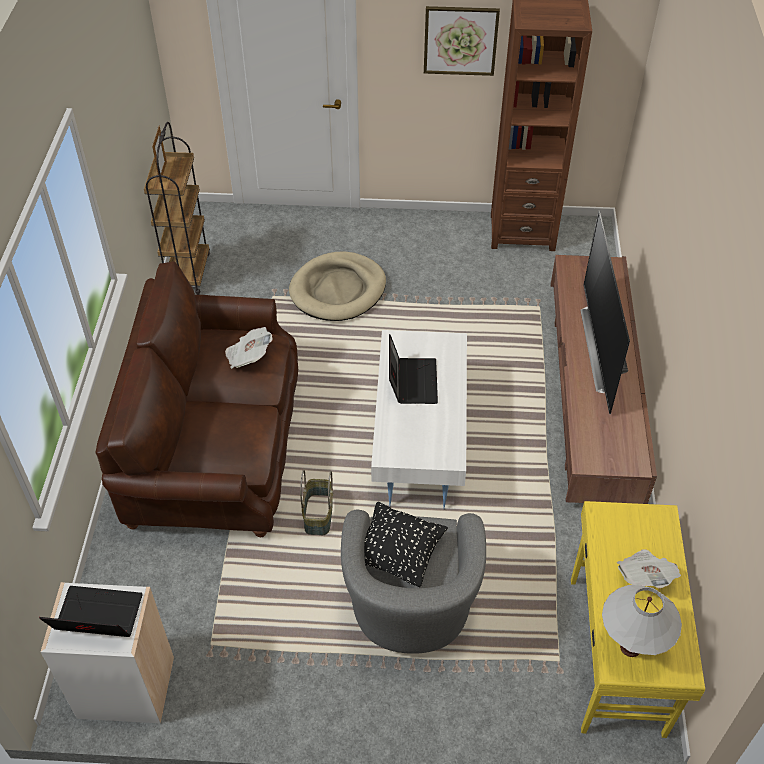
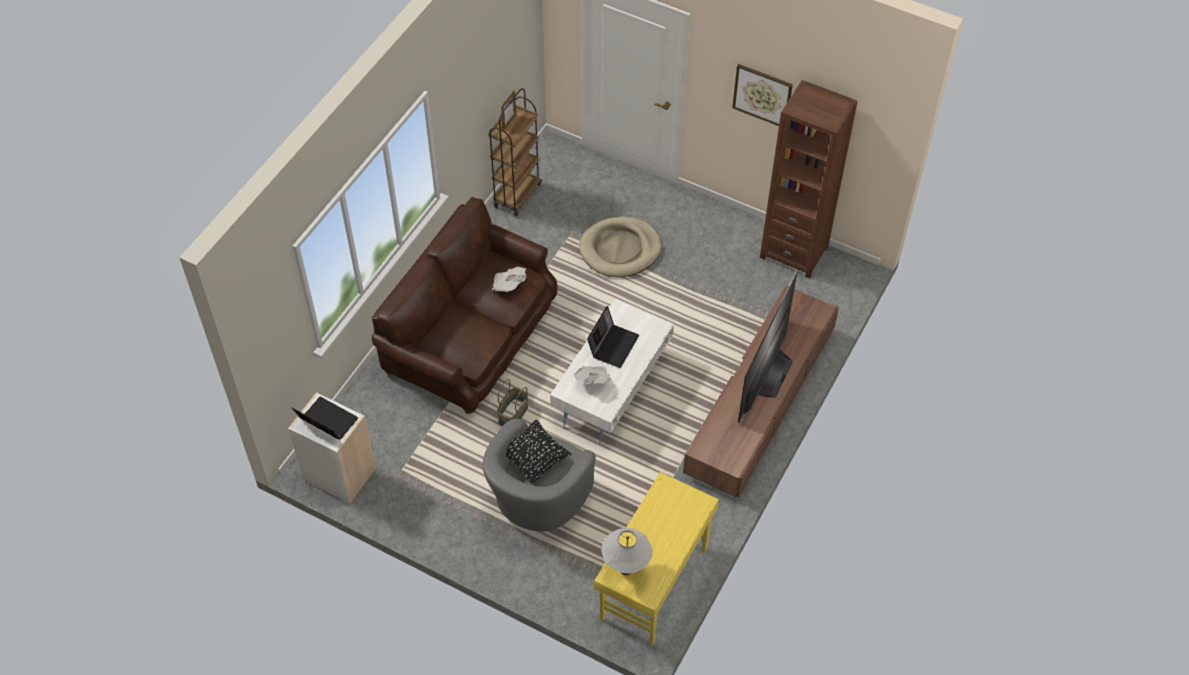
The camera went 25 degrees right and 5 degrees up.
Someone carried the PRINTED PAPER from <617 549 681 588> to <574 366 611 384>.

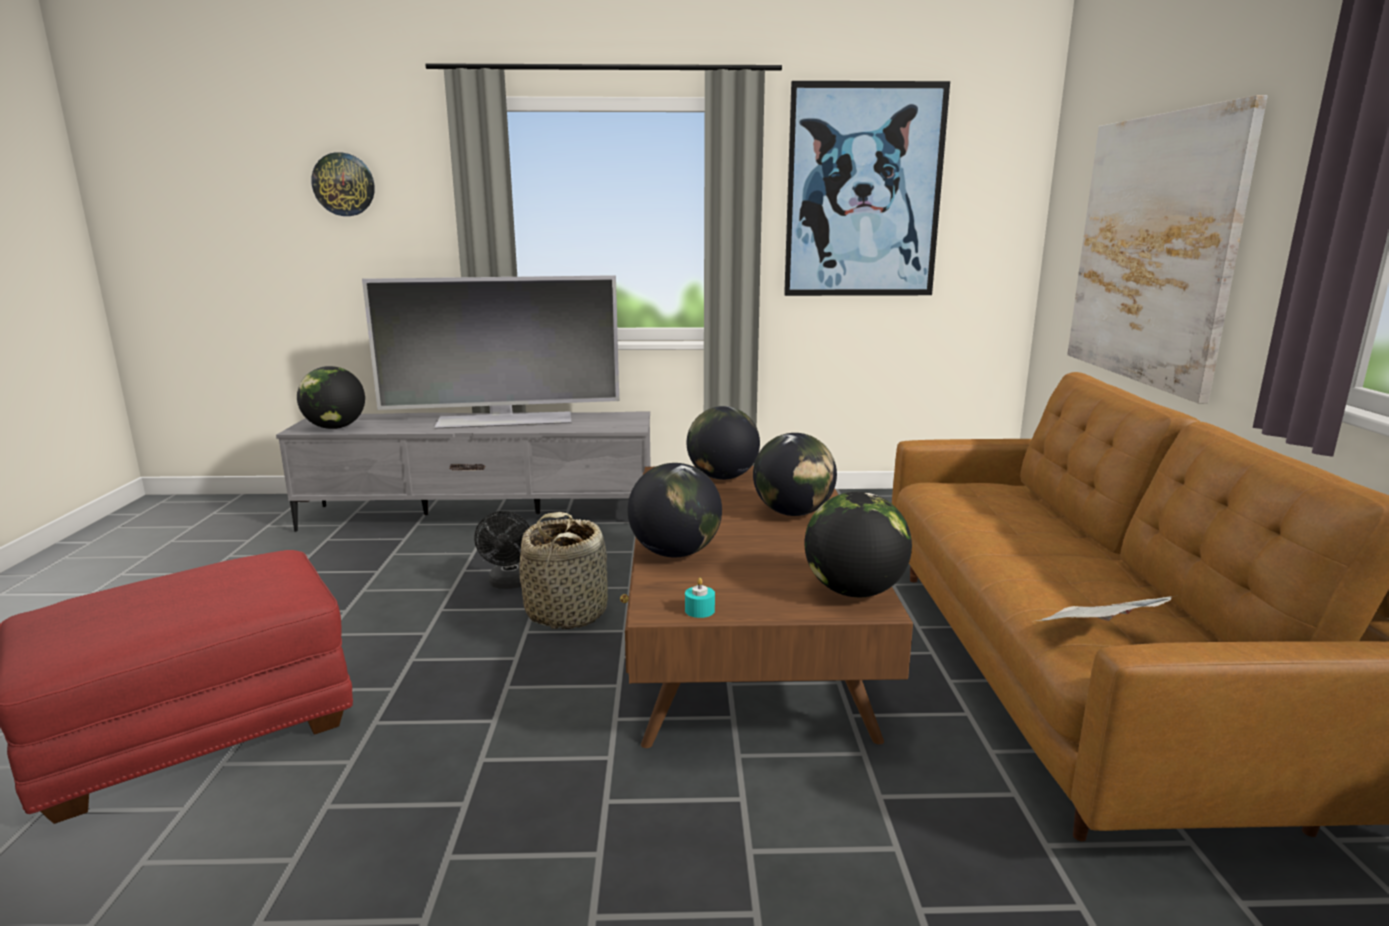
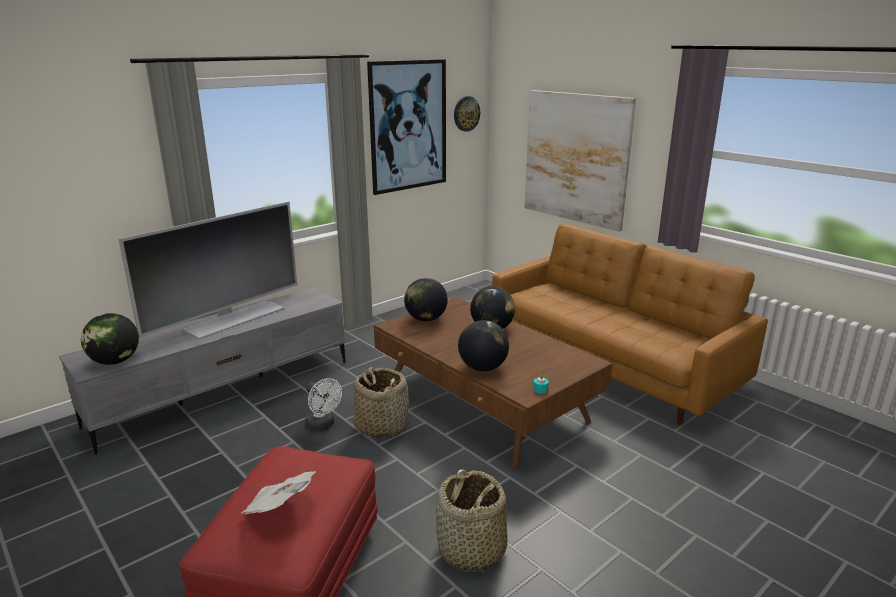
The camera went 40 degrees left and 5 degrees up.
Someone carried the WALL CLOCK from <311 152 375 216> to <454 96 480 132>.
Someone repainted the BLACK-COLOURED FAN at <474 511 530 589>, which became the WHITE-COLOURED FAN at <305 378 342 430>.
Someone took away the DESK GLOBE at <804 492 912 597>.
Someone carried the PRINTED PAPER from <1036 596 1173 621> to <240 471 316 514>.
Someone put down the BASKET at <436 469 508 573>.

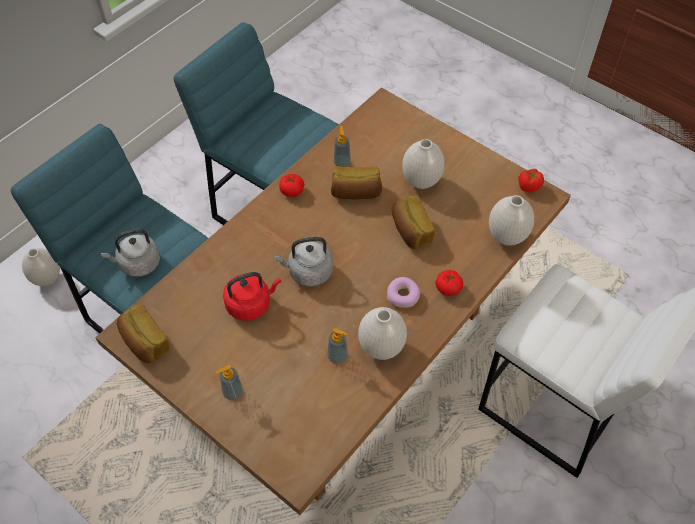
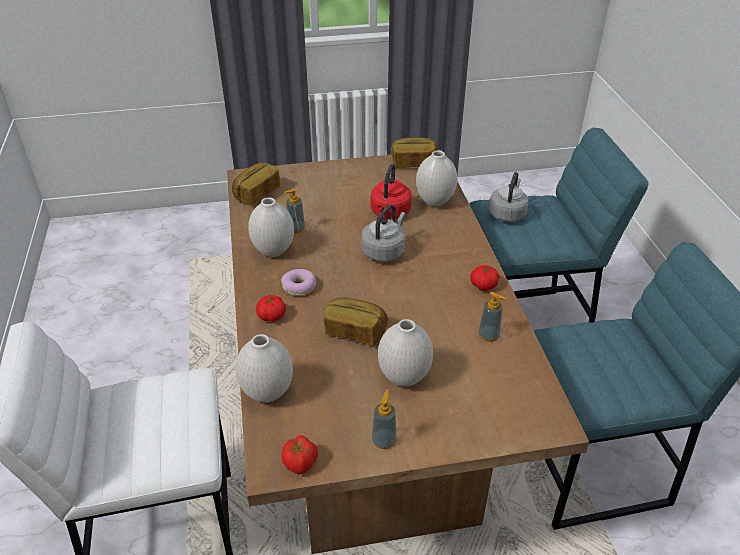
The camera went 130 degrees right and 15 degrees down.
Someone carried the WHITE-COLOURED VASE from <22 248 60 286> to <416 150 457 207>.
Someone carried the LIQUID SOAP BOTTLE from <216 365 243 400> to <372 389 396 449>.
Someone carried the BAKERY BREAD from <331 166 382 200> to <232 162 280 205>.

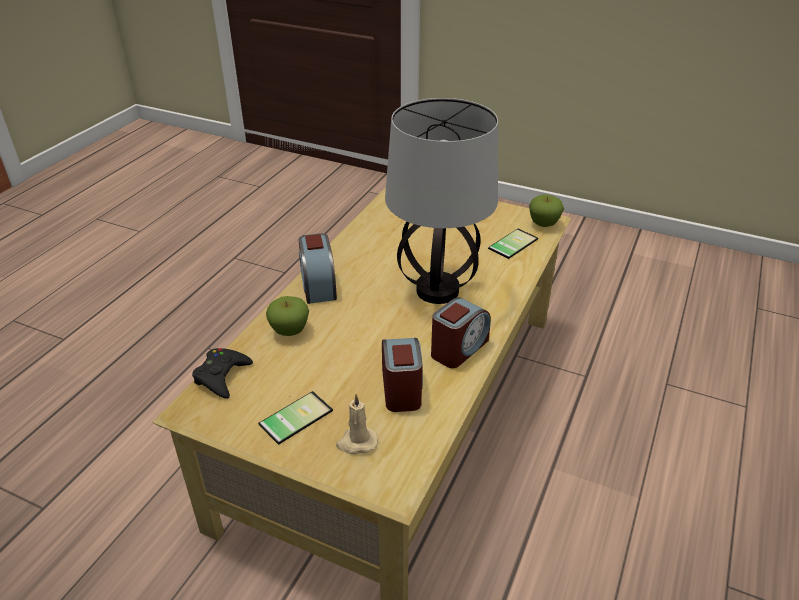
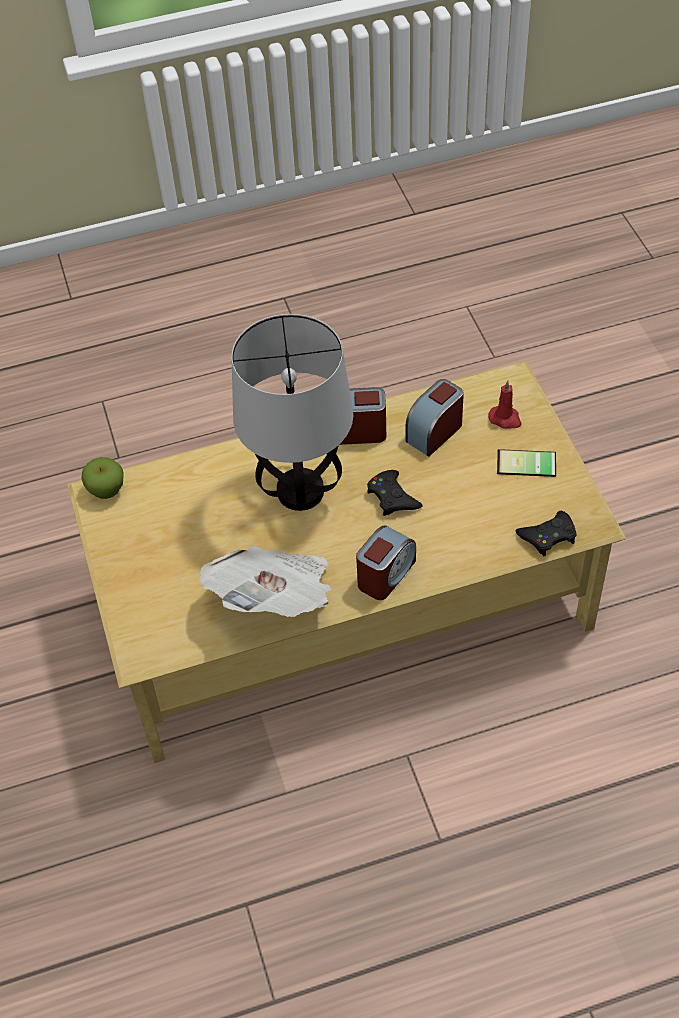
The camera went 130 degrees left and 15 degrees up.
Someone took away the APPLE at <266 296 309 336>.
Someone repainted the SAND-COLOURED WAX LIGHT at <336 394 378 454>, which became the RED-COLOURED WAX LIGHT at <488 380 522 429>.
Someone took away the PHONE at <488 229 538 259>.
Someone put down the PRINTED PAPER at <200 545 332 617>.
Someone put down the BLACK-COLOURED GAMEPAD at <367 470 423 516>.

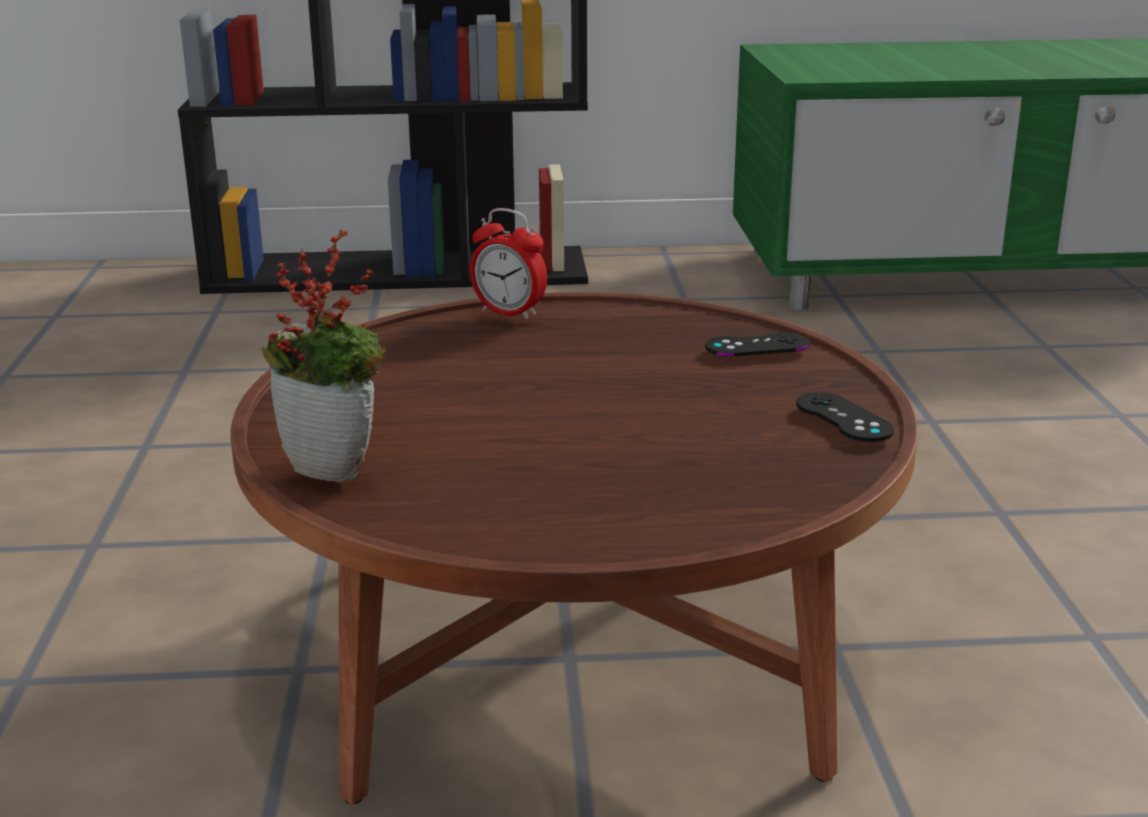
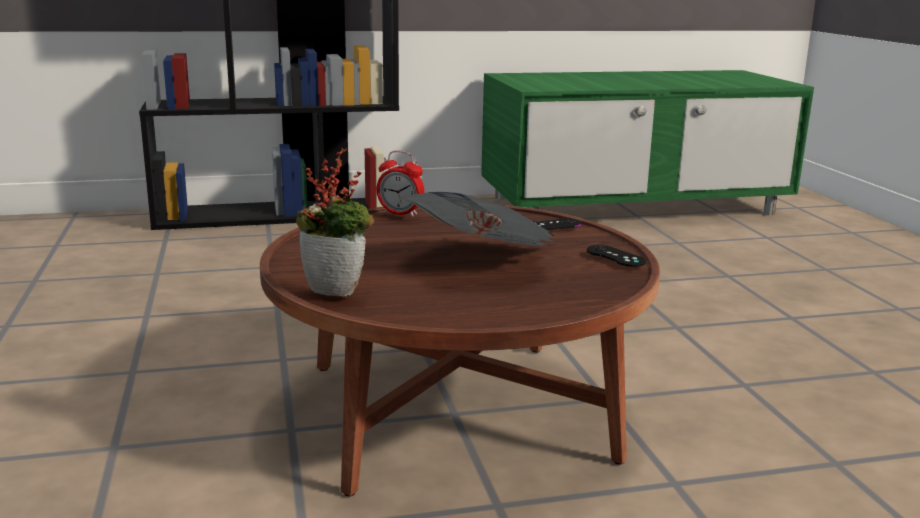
The camera went 10 degrees left and 5 degrees down.
Someone put down the PRINTED PAPER at <401 192 554 246>.

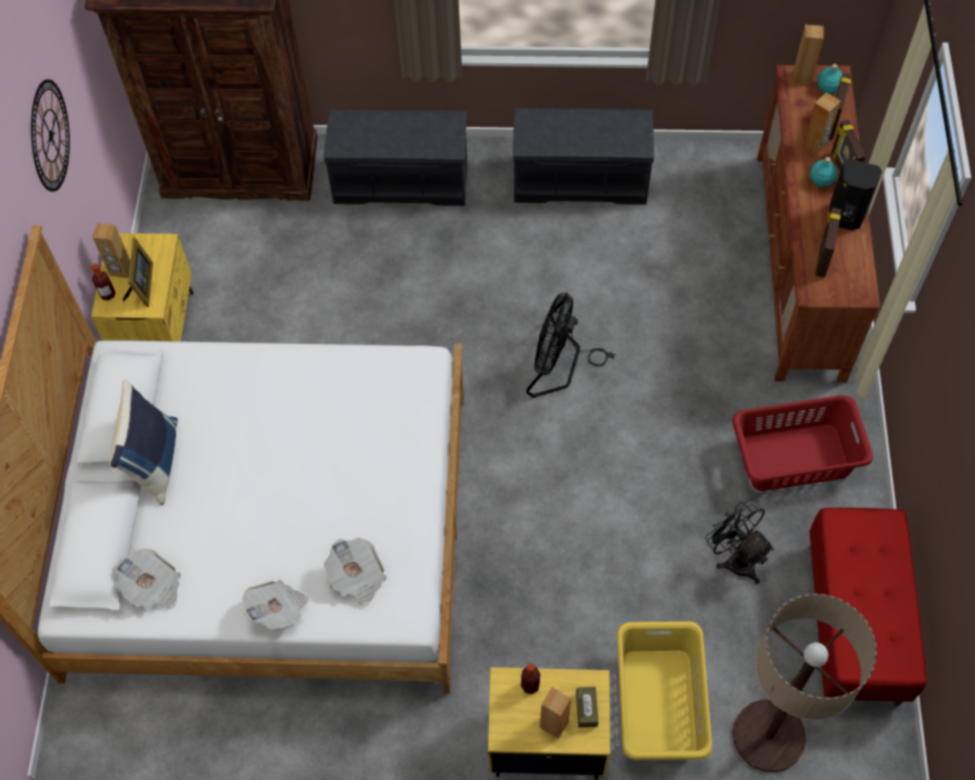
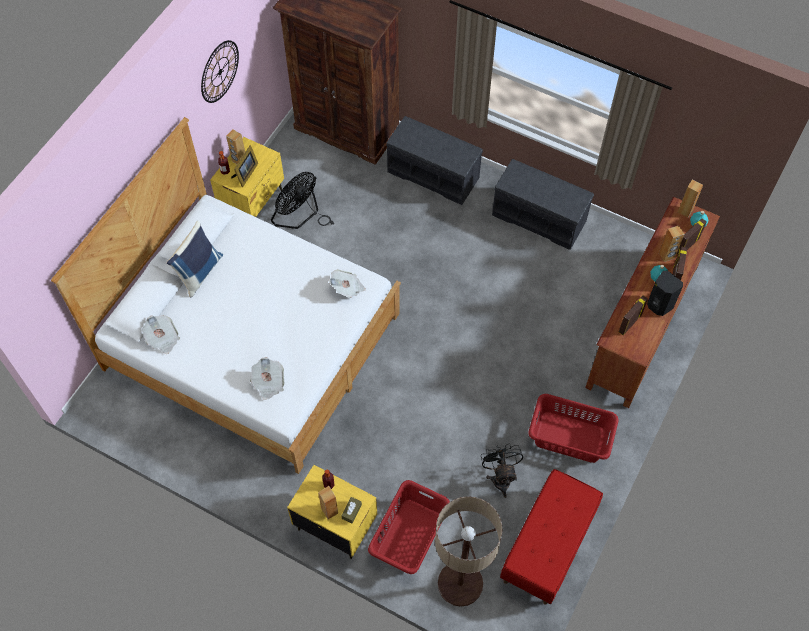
The camera went 25 degrees right and 0 degrees up.
Someone carried the PRINTED PAPER from <242 580 309 629> to <329 269 366 298>.
Someone carried the BLACK-COLOURED FAN from <526 292 616 398> to <271 172 334 229>.
Someone repainted the YELLOW-COLOURED LAUNDRY BASKET at <617 621 712 760>, which became the RED-COLOURED LAUNDRY BASKET at <368 480 450 574>.

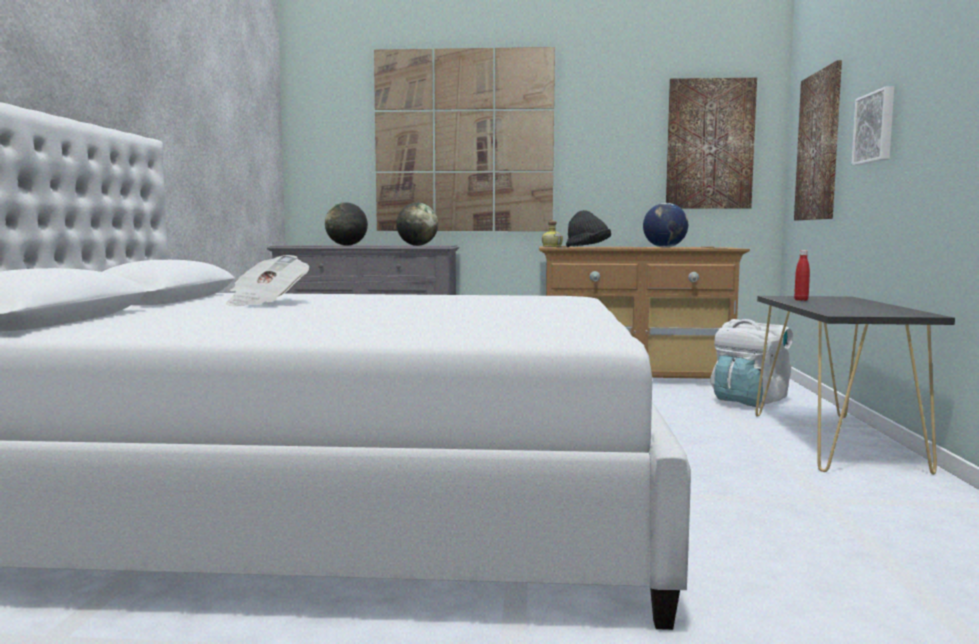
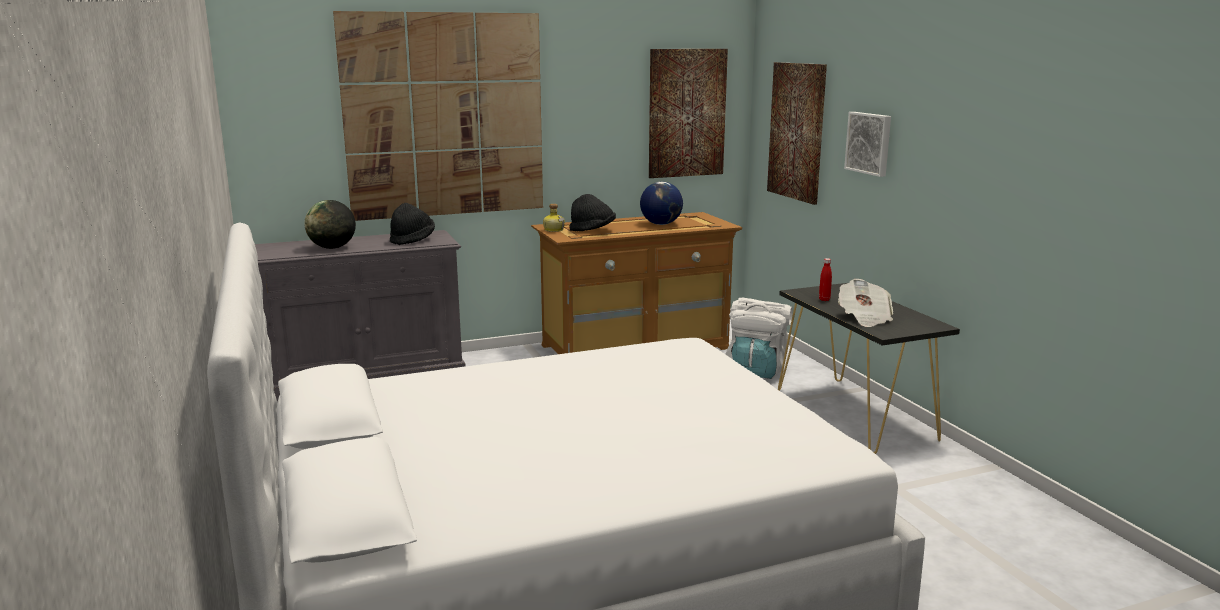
The camera went 25 degrees left and 10 degrees up.
Someone carried the PRINTED PAPER from <226 255 309 306> to <838 279 893 327>.
Someone swapped the DESK GLOBE at <396 203 438 246> for the BLACK-COLOURED WEARABLE HAT at <390 203 435 245>.

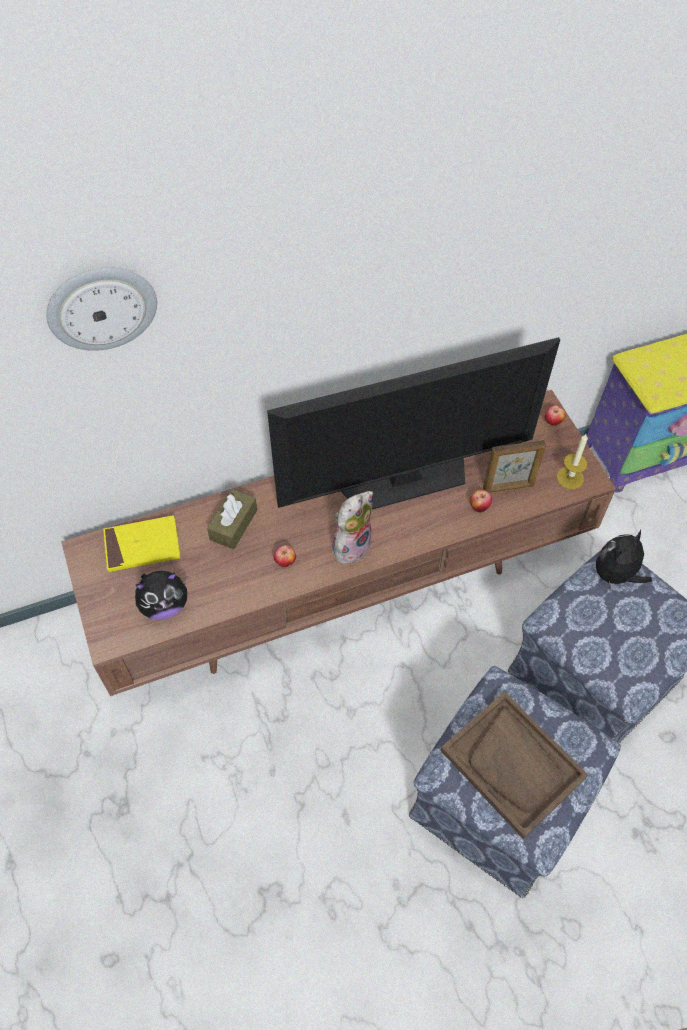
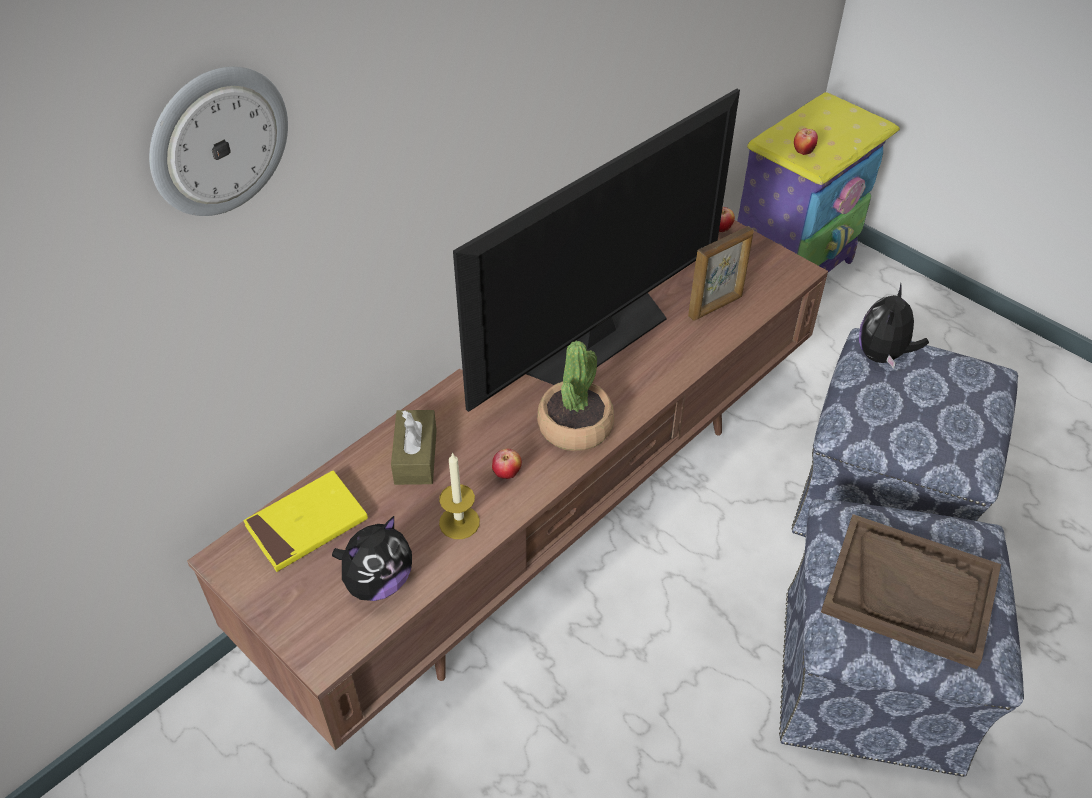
The camera went 25 degrees left and 10 degrees down.
Someone swapped the PLUSH TOY at <333 491 373 565> for the HOUSEPLANT at <537 341 614 451>.
Someone carried the APPLE from <470 490 492 512> to <794 129 818 155>.
Someone carried the WAX LIGHT from <557 433 588 489> to <439 452 480 539>.

